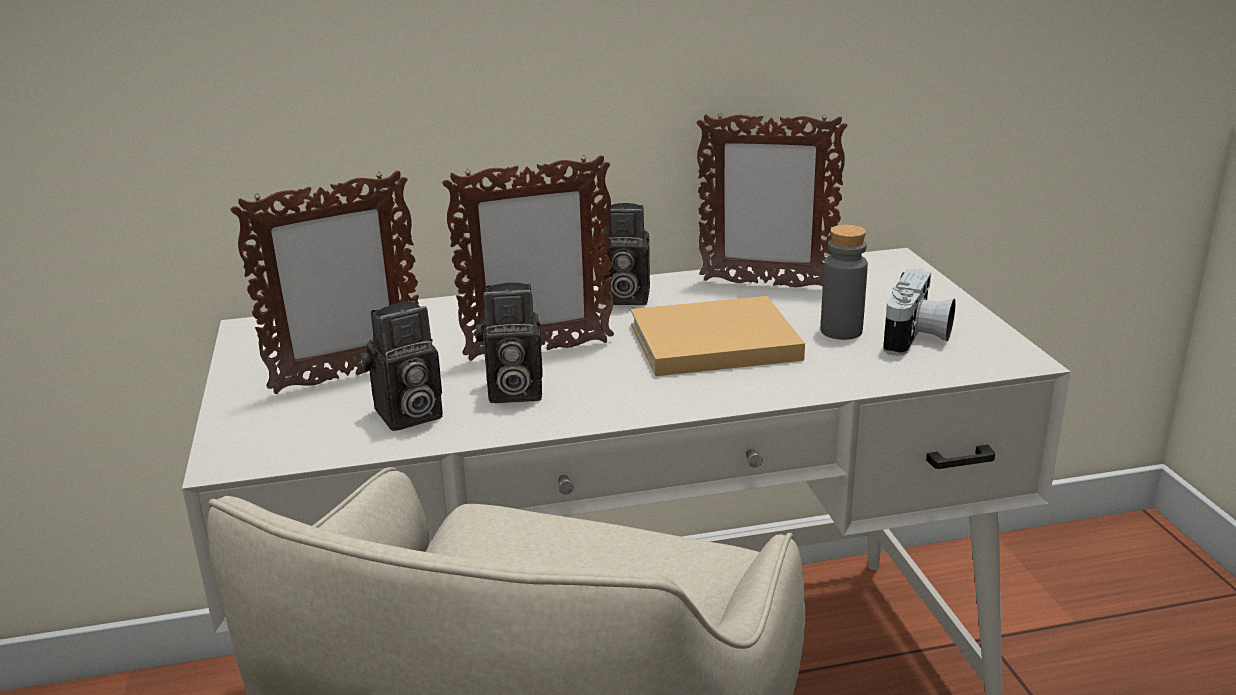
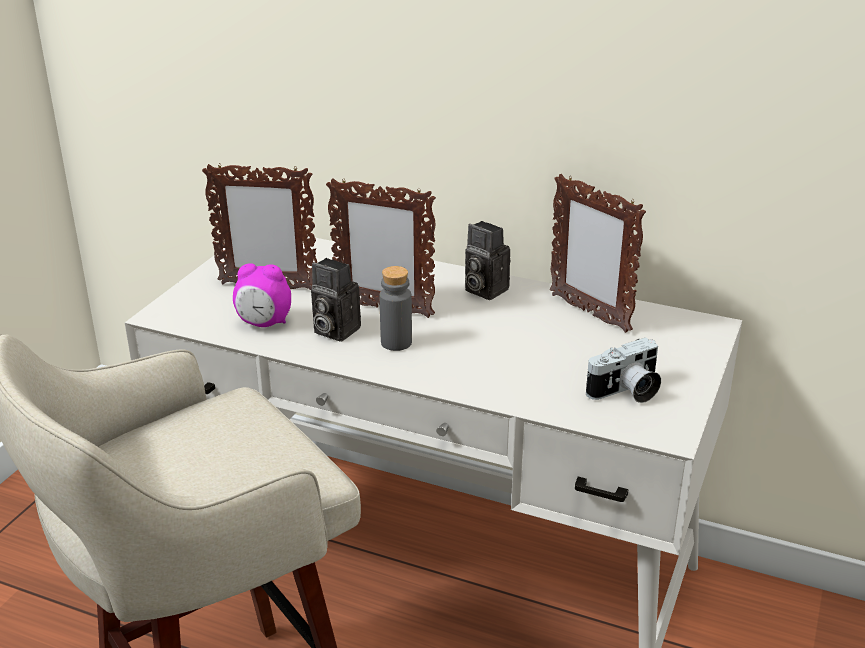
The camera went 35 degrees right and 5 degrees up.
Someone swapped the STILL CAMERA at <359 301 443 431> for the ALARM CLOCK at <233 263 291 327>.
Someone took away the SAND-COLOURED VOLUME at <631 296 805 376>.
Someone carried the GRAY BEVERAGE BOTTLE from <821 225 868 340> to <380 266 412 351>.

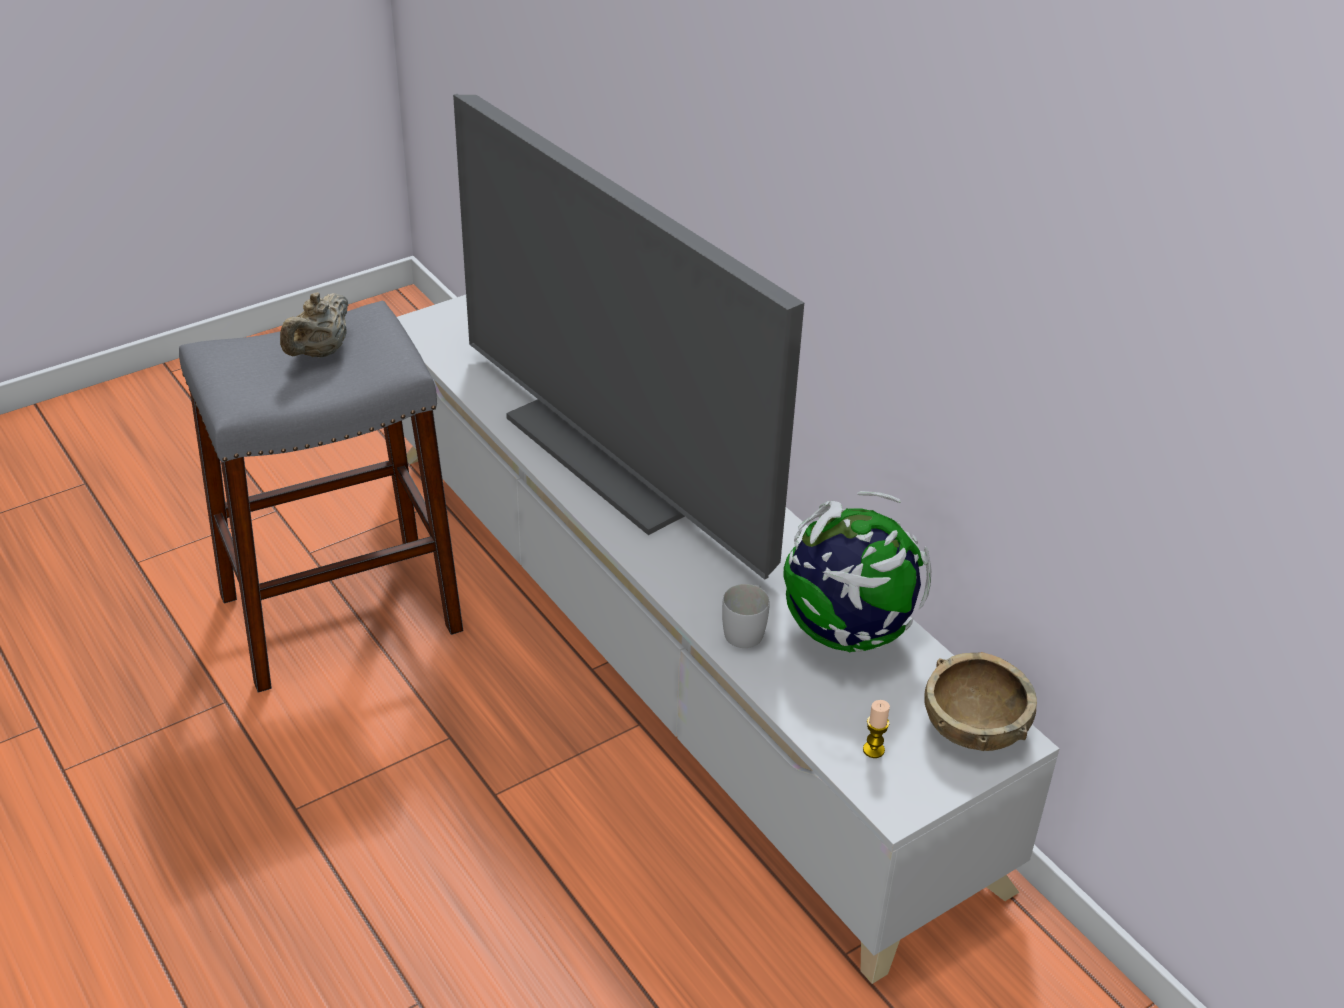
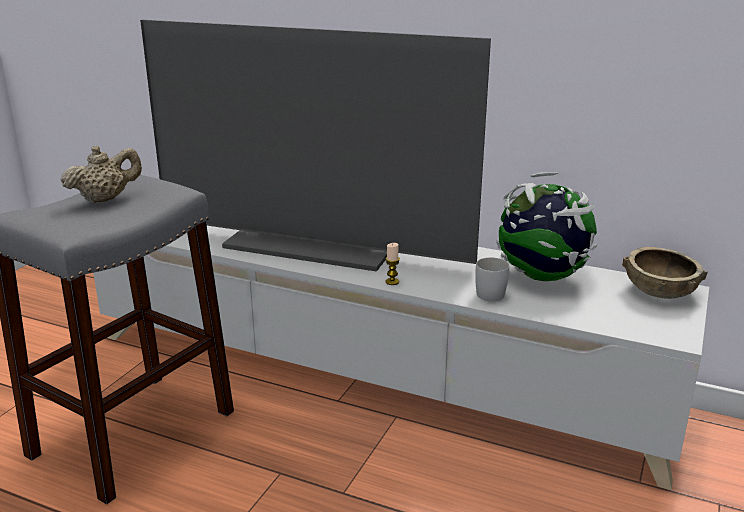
The camera went 30 degrees left and 15 degrees down.
Someone rotated the SAND-COLOURED TEA POT at <280 292 348 358> by 120 degrees counterclockwise.
Someone carried the WAX LIGHT from <863 700 890 758> to <385 243 400 285>.

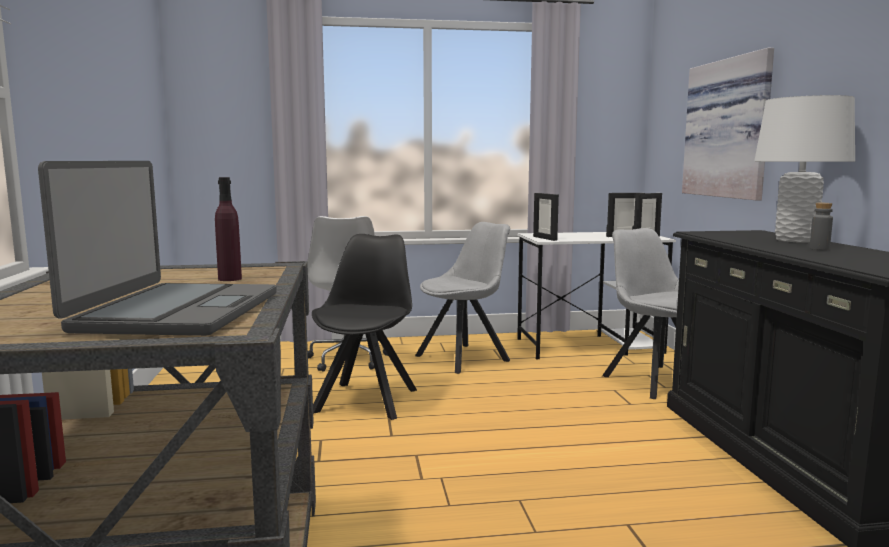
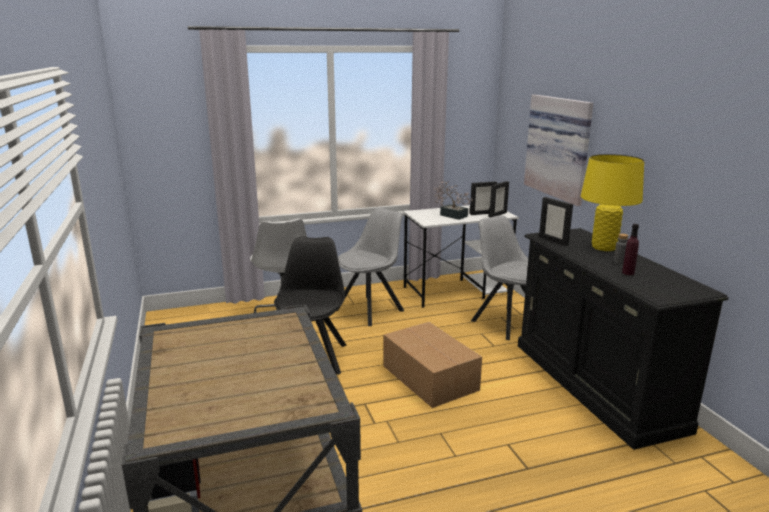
The camera went 10 degrees left and 10 degrees up.
Someone took away the NOTEBOOK COMPUTER at <38 161 277 336>.
Someone carried the PURPLE BEVERAGE BOTTLE from <215 177 242 281> to <622 224 639 275>.
Someone carried the PICTURE FRAME from <533 193 559 241> to <539 197 573 246>.
Someone repainted the WHITE-COLOURED TABLETOP LAMP at <754 95 855 243>, which became the YELLOW-COLOURED TABLETOP LAMP at <581 154 644 251>.
Someone put down the CARDBOARD BOX at <383 322 482 408>.
Someone put down the HOUSEPLANT at <434 181 473 220>.

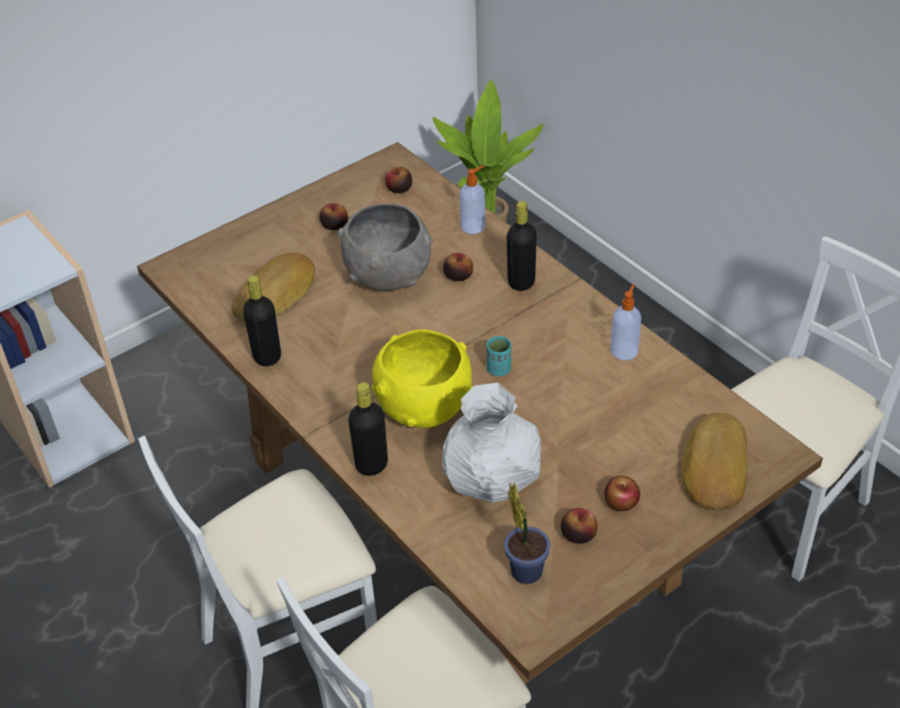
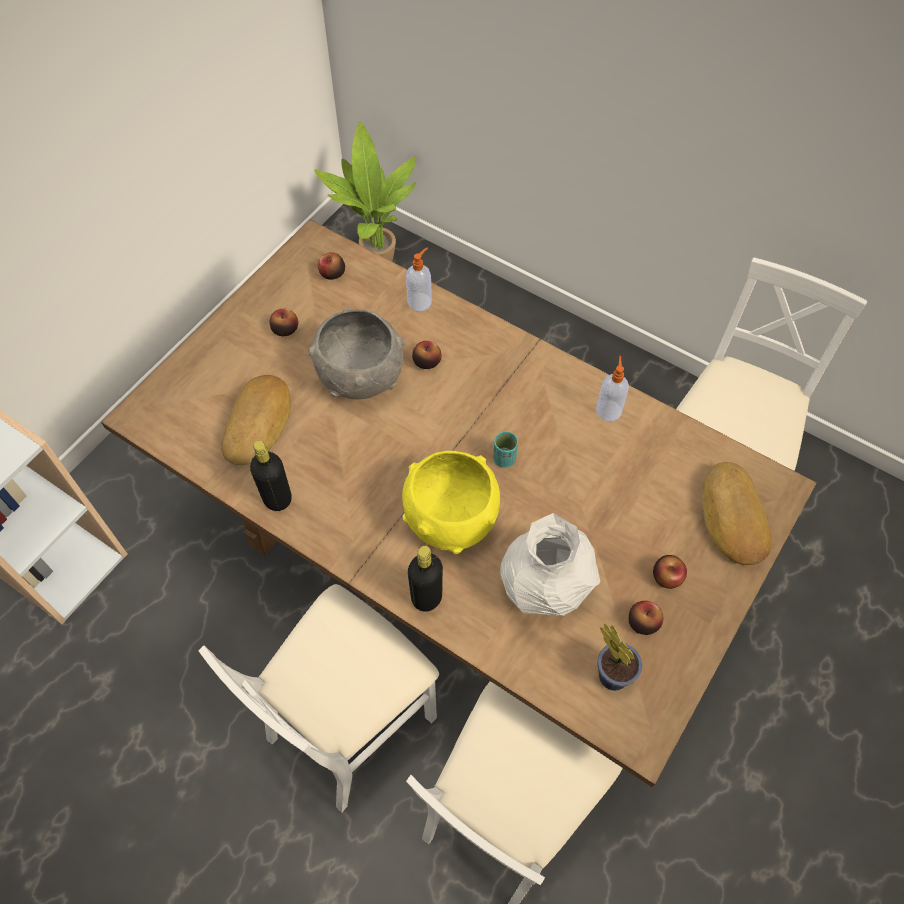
The camera went 20 degrees left and 15 degrees up.
Someone took away the BLACK-COLOURED BEVERAGE BOTTLE at <507 201 537 291>.

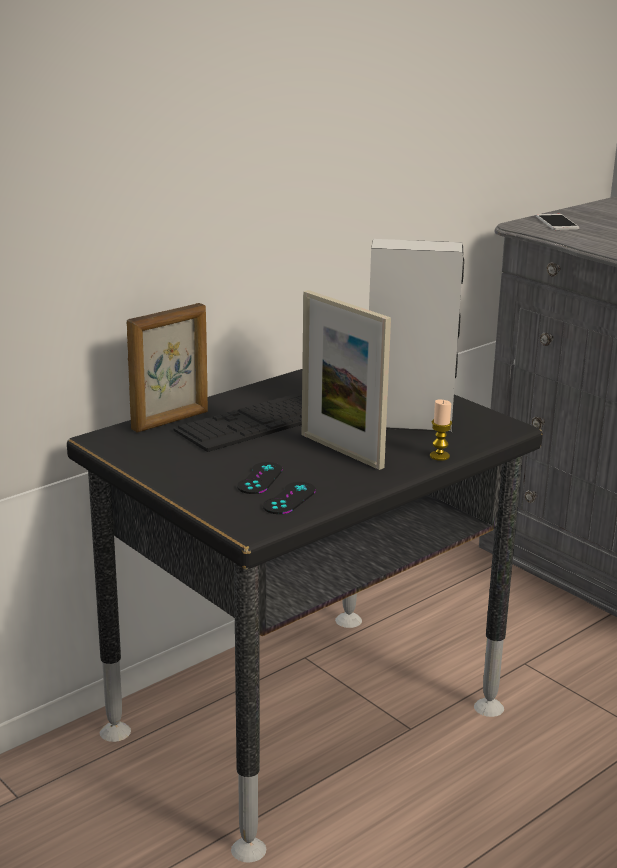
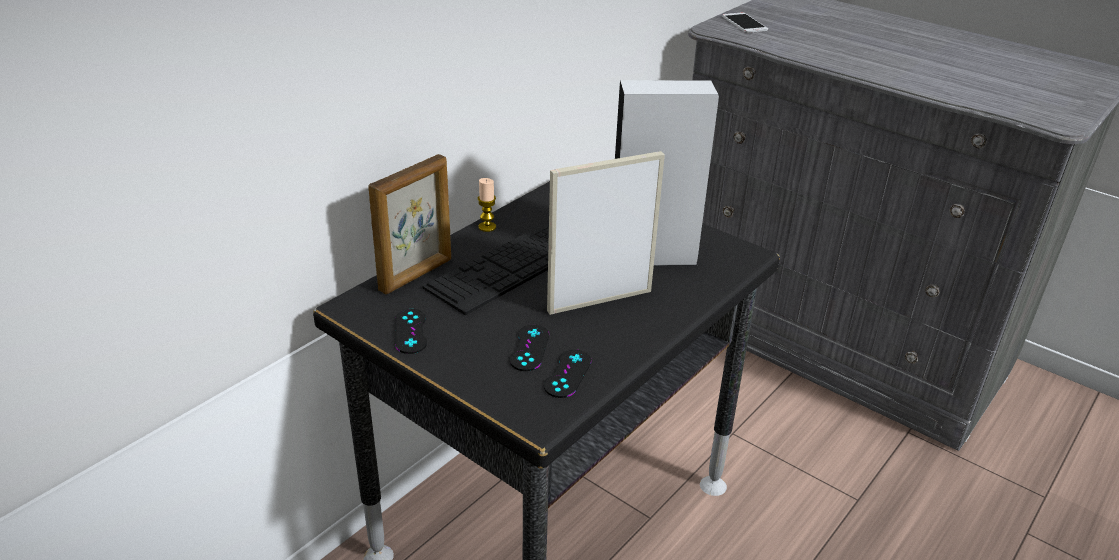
The camera went 10 degrees left and 10 degrees up.
Someone rotated the PICTURE FRAME at <302 290 391 470> by 120 degrees clockwise.
Someone carried the WAX LIGHT from <430 399 452 461> to <478 178 496 232>.
Someone put down the BLACK-COLOURED GAMEPAD at <395 309 427 354>.

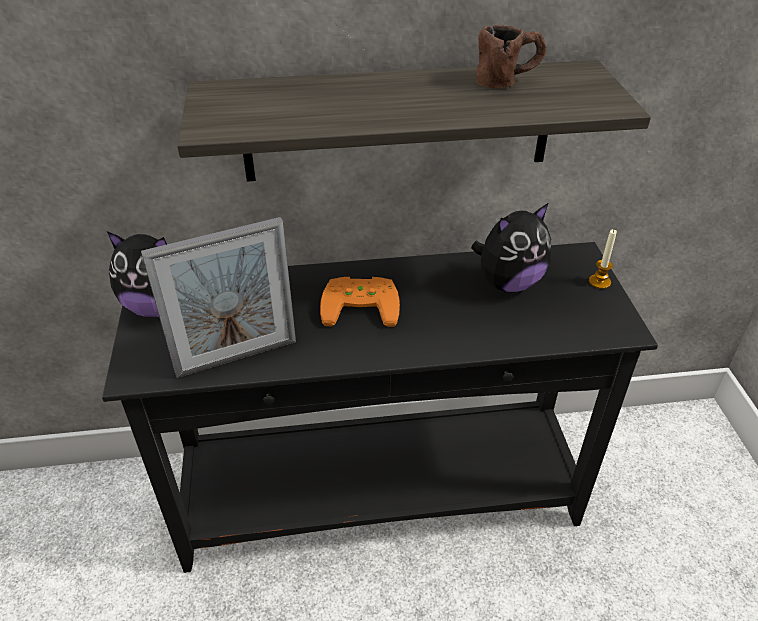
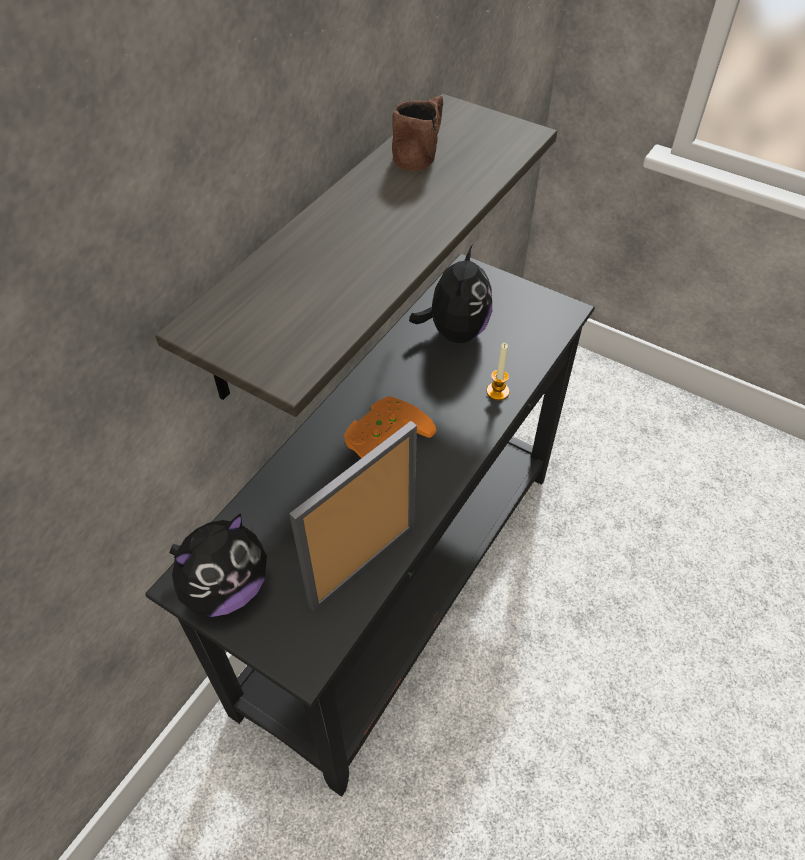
The camera went 50 degrees left and 10 degrees up.
Someone rotated the PICTURE FRAME at <141 217 296 378> by 150 degrees counterclockwise.
Someone carried the WAX LIGHT from <589 229 617 289> to <486 343 510 400>.

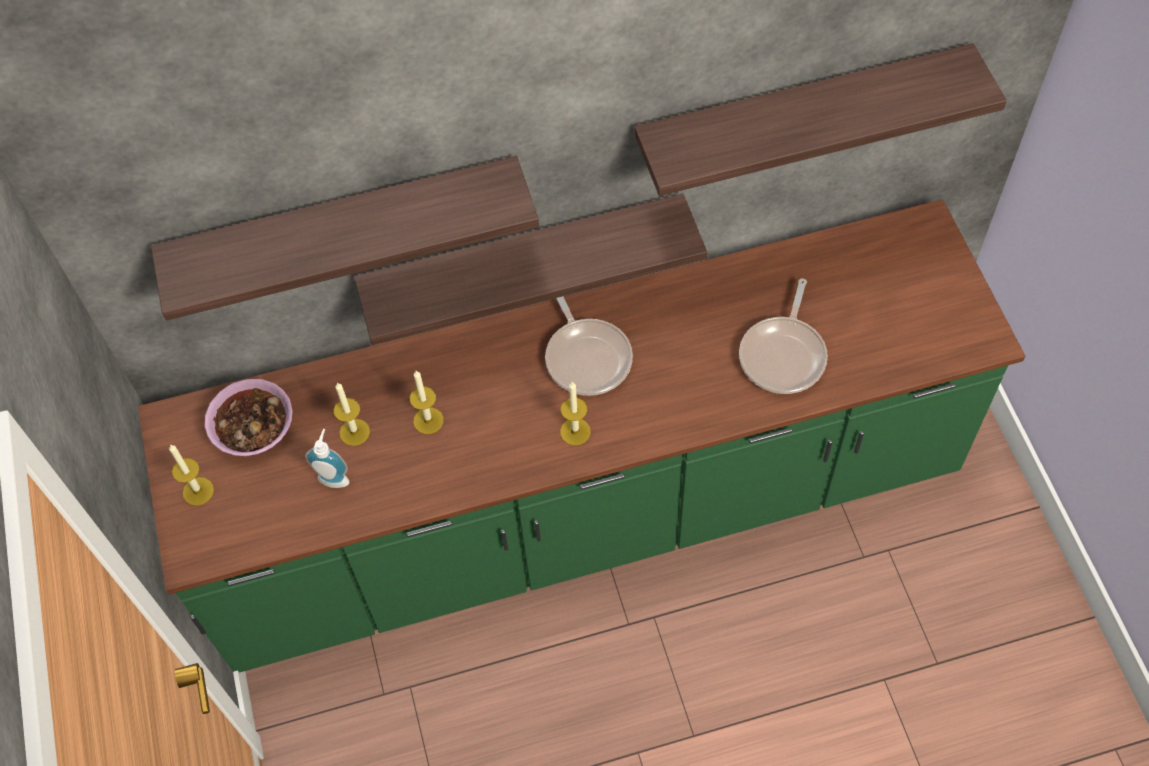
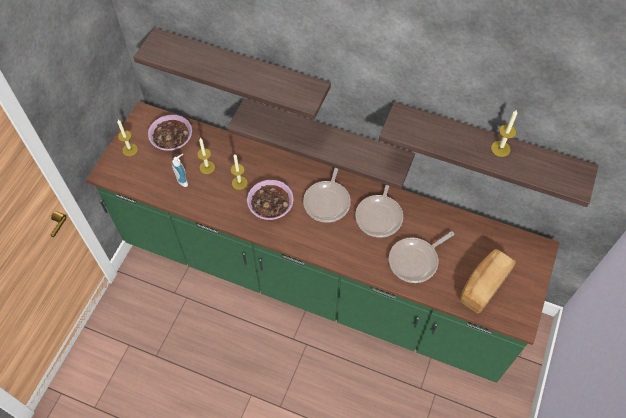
The camera went 35 degrees right and 0 degrees up.
Someone carried the WAX LIGHT from <560 382 591 446> to <491 109 517 157>.
Someone put down the DEEP DISH at <247 180 294 220>.
Someone put down the SKILLET at <355 185 403 237>.
Someone put down the BAKERY BREAD at <460 249 516 314>.

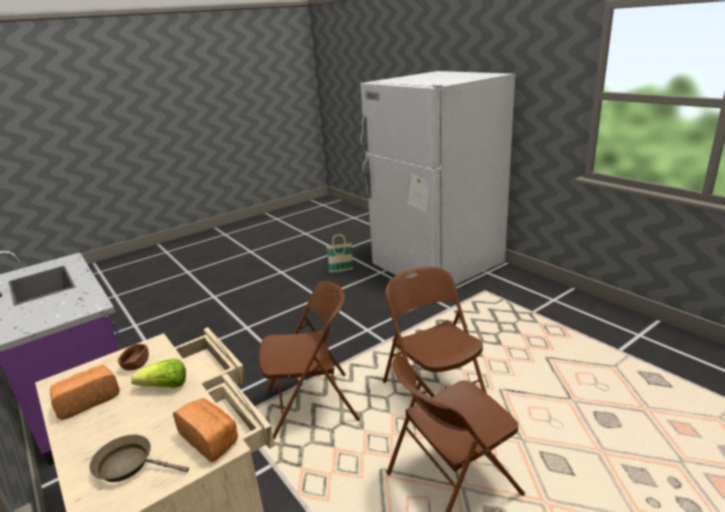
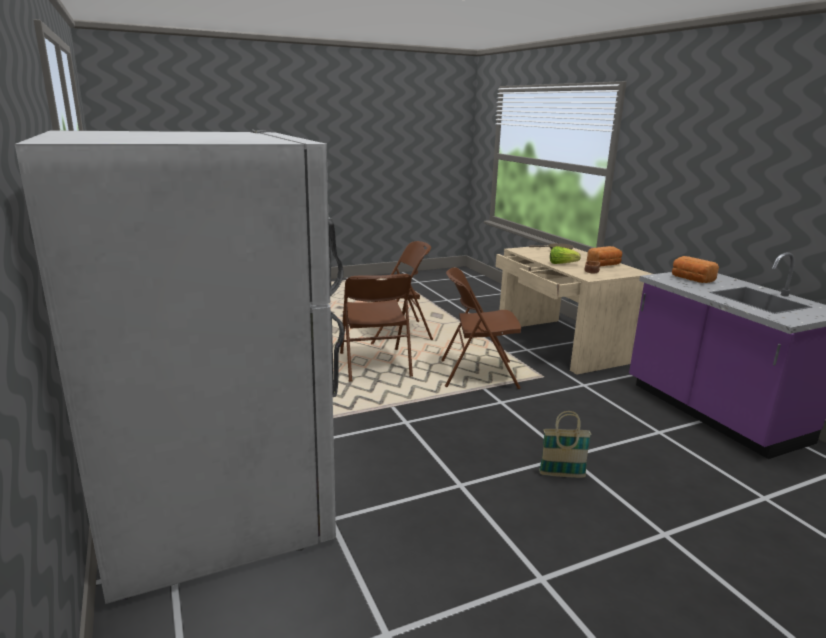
The camera went 170 degrees left and 5 degrees down.
Someone carried the BAKERY BREAD from <173 398 238 462> to <672 256 719 283>.
Someone carried the BASKET from <326 234 354 273> to <539 411 591 478>.

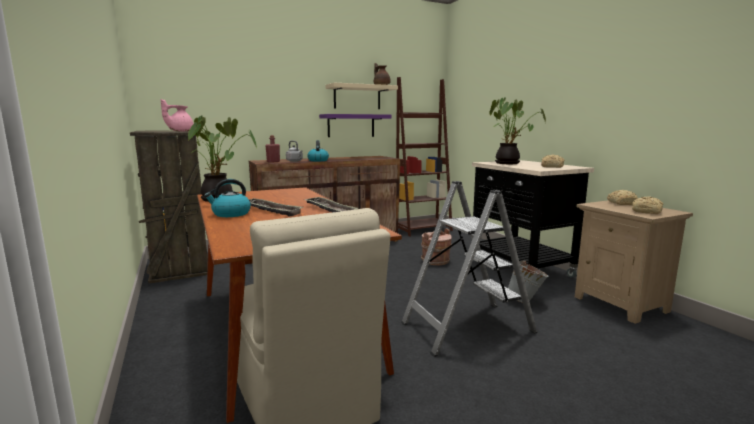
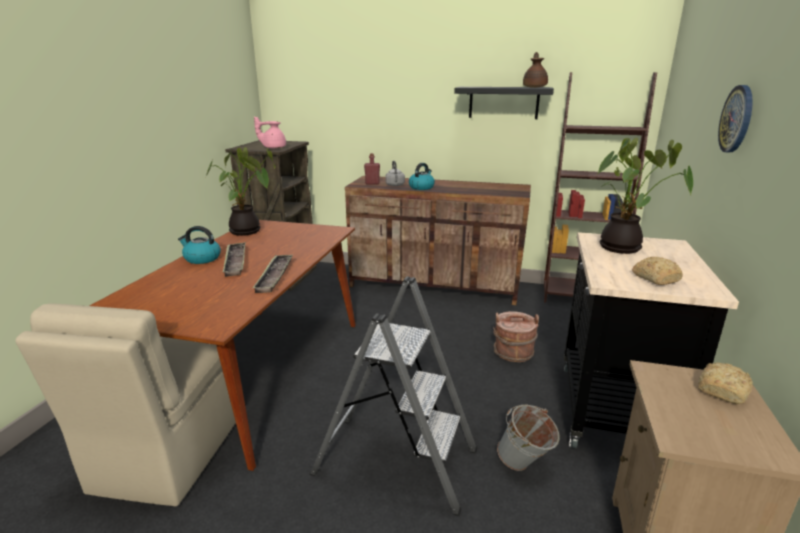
The camera went 40 degrees right and 10 degrees up.
Someone took away the PURPLE WALL SHELF at <319 114 391 137>.
Someone repainted the SAND-COLOURED WALL SHELF at <325 83 398 109>, which became the BLACK-COLOURED WALL SHELF at <454 87 554 119>.
Someone took away the BAKERY BREAD at <632 196 663 214>.
Someone put up the WALL CLOCK at <718 85 753 152>.

